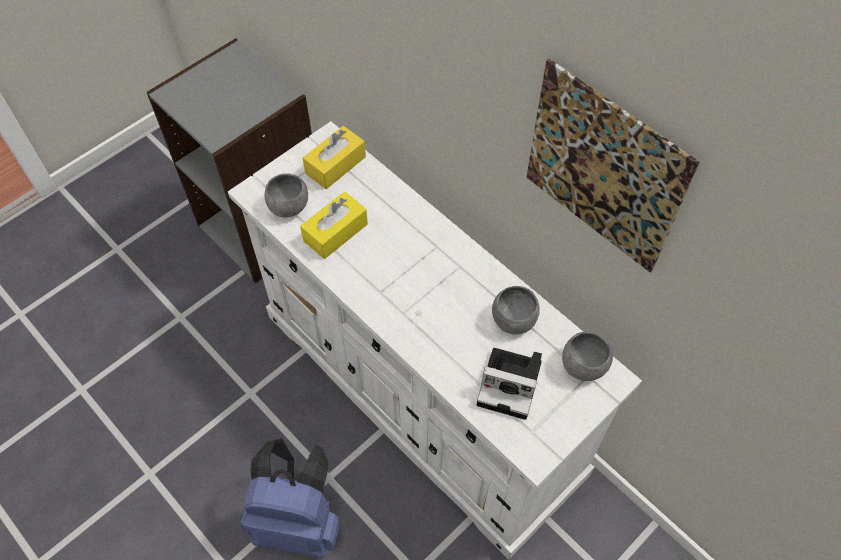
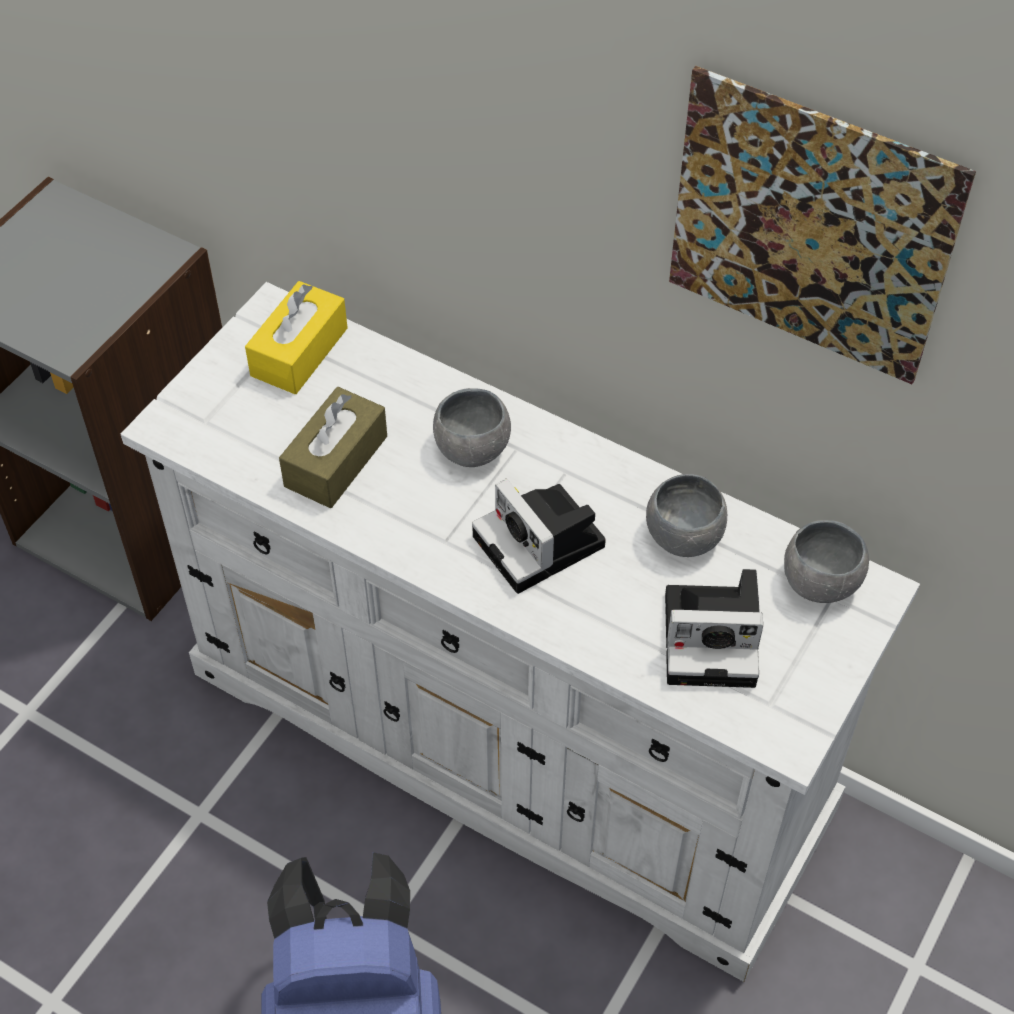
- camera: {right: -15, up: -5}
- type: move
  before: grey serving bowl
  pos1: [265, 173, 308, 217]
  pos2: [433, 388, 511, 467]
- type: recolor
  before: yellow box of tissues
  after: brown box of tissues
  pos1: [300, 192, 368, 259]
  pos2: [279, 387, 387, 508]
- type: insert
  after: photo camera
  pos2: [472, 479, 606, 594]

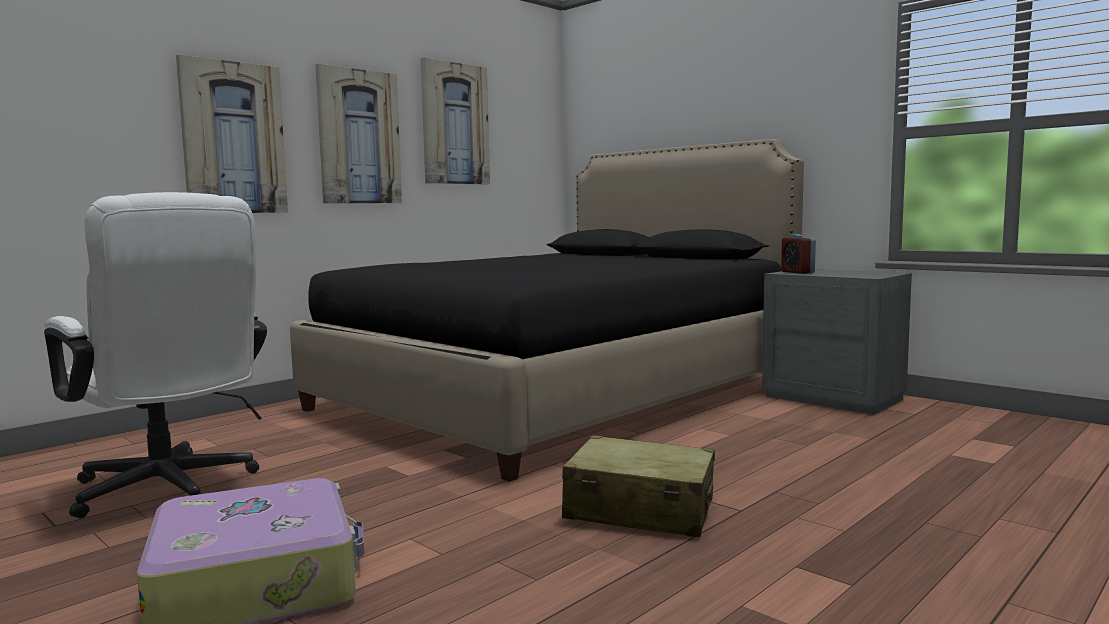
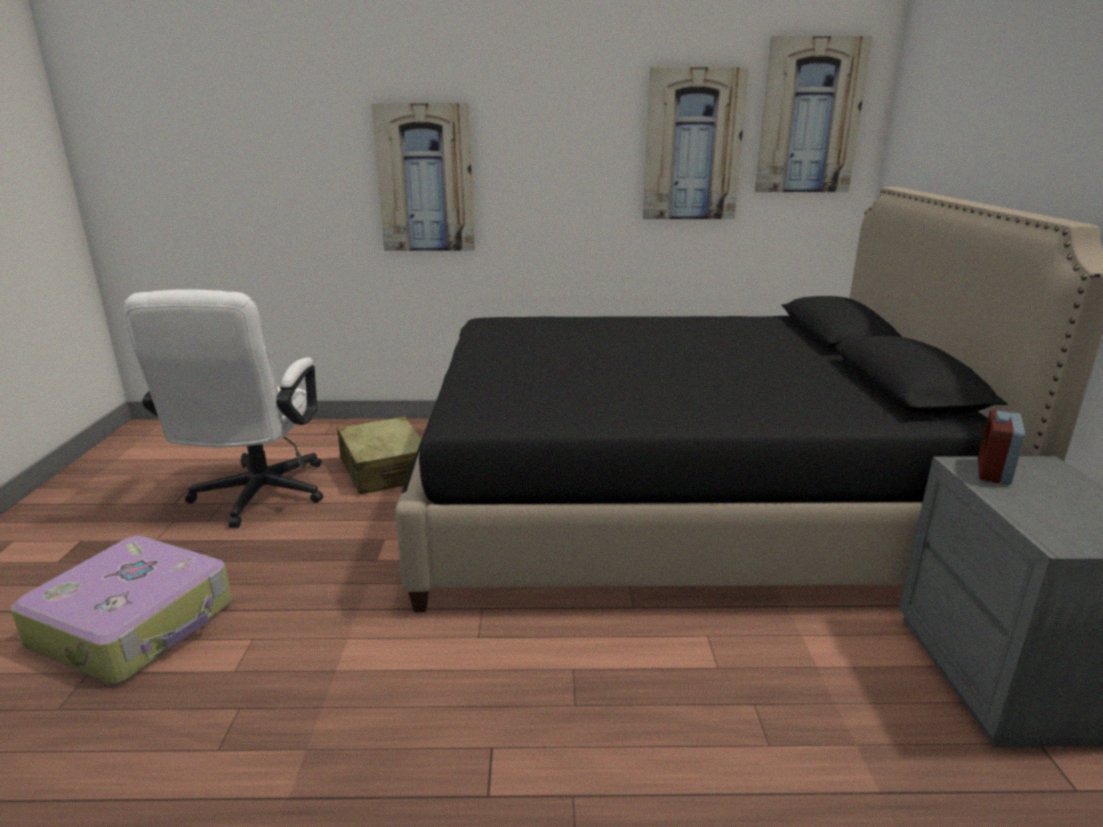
- camera: {right: 45, up: 15}
- type: move
  before: wall picture
  pos1: [315, 64, 402, 204]
  pos2: [755, 36, 872, 192]
- type: move
  before: sand-coloured suitcase
  pos1: [562, 435, 715, 537]
  pos2: [337, 416, 422, 495]

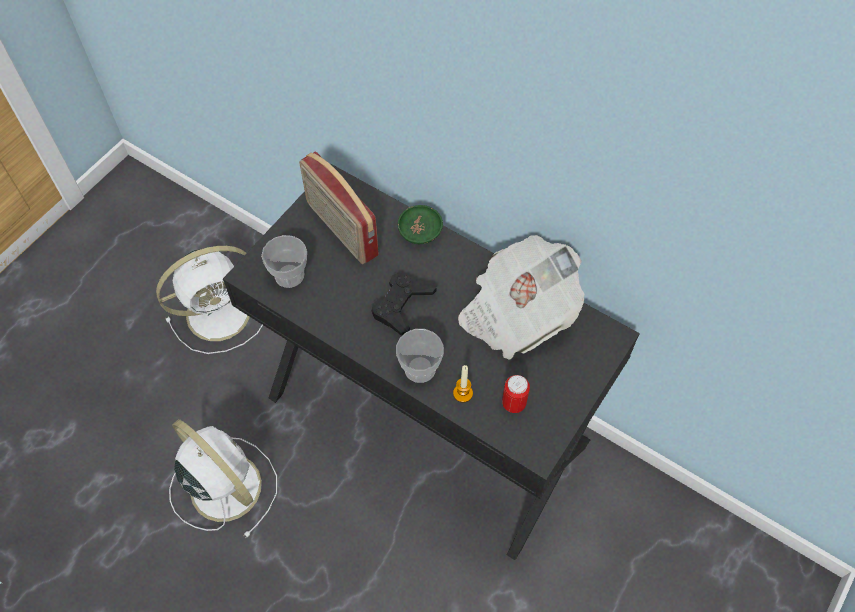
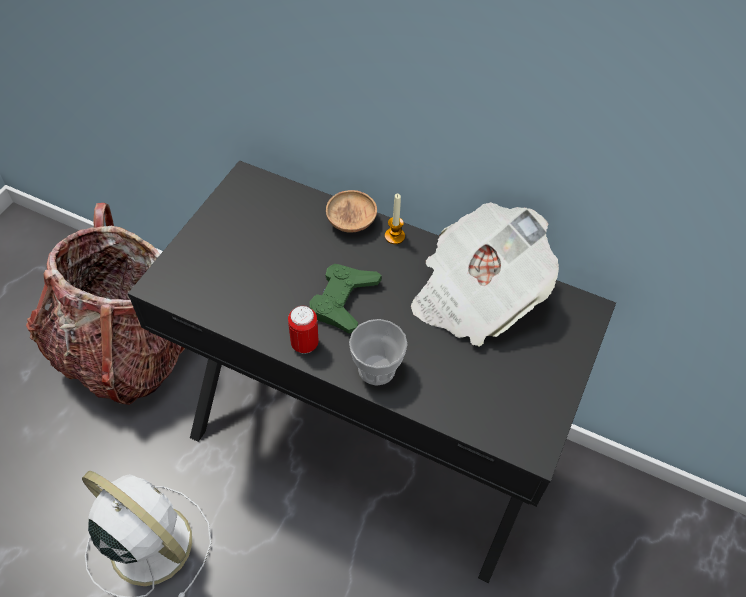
- camera: {right: -10, up: -5}
- type: replace
  before: white electric fan
  after: backpack
  pos1: [156, 246, 263, 354]
  pos2: [26, 203, 185, 405]
- type: delete
  before: cup
  pos1: [261, 235, 307, 288]
- type: delete
  before: radio
  pos1: [299, 151, 379, 264]
- type: recolor
  before: black-coloured gamepad
  after: green gamepad
  pos1: [371, 272, 437, 335]
  pos2: [309, 264, 382, 333]
- type: recolor
  before: green serving bowl
  after: brown serving bowl
  pos1: [398, 205, 443, 244]
  pos2: [326, 190, 377, 233]
- type: move
  before: wax light
  pos1: [453, 365, 473, 403]
  pos2: [385, 194, 405, 244]
- type: move
  before: sealed can
  pos1: [502, 375, 530, 413]
  pos2: [288, 305, 319, 354]

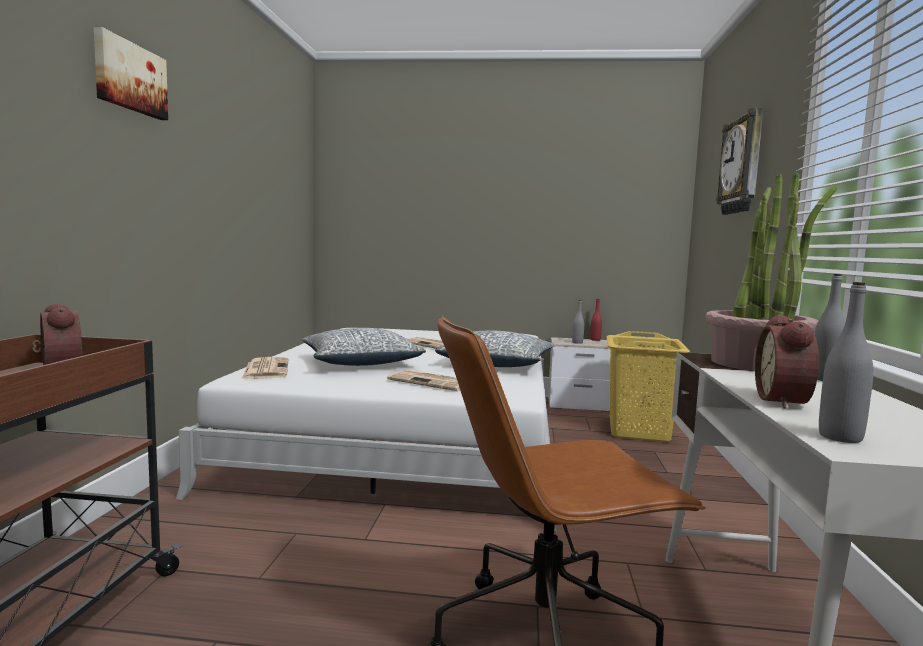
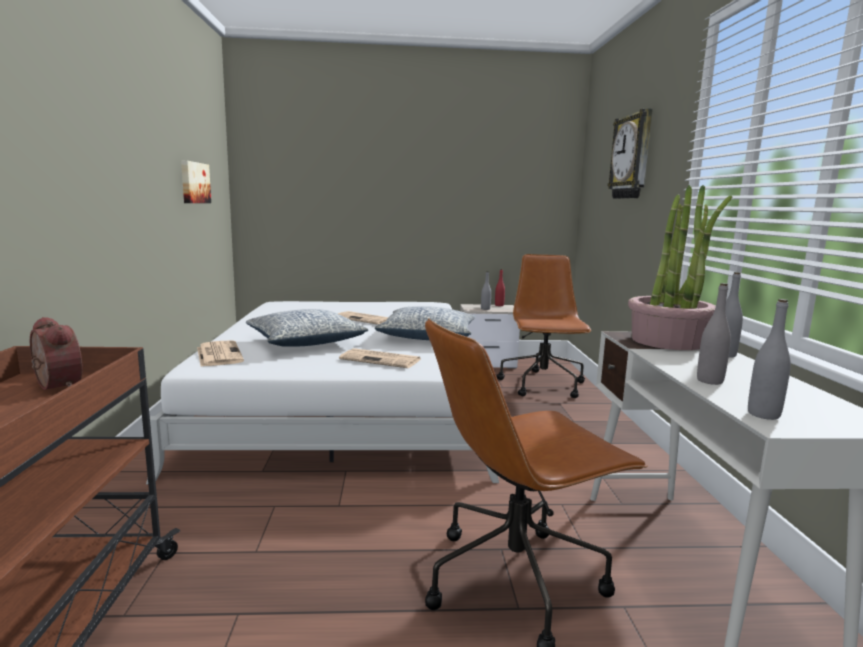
- camera: {right: -10, up: 5}
- type: move
  before: wall picture
  pos1: [94, 27, 168, 120]
  pos2: [181, 160, 211, 203]
- type: replace
  before: yellow washing basket
  after: brown desk chair
  pos1: [606, 331, 690, 442]
  pos2: [496, 254, 591, 398]
- type: replace
  before: alarm clock
  after: grey beverage bottle
  pos1: [755, 315, 819, 409]
  pos2: [697, 283, 731, 385]

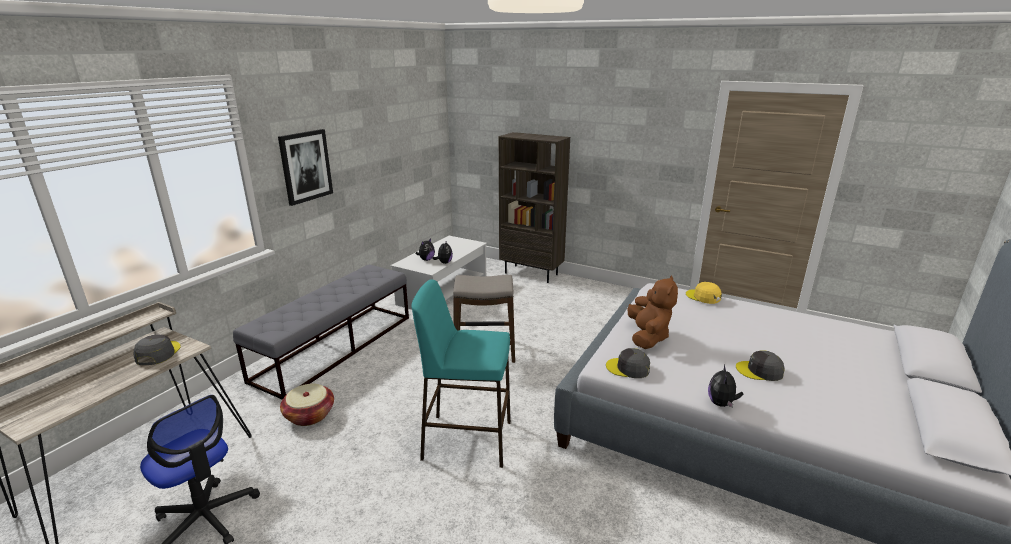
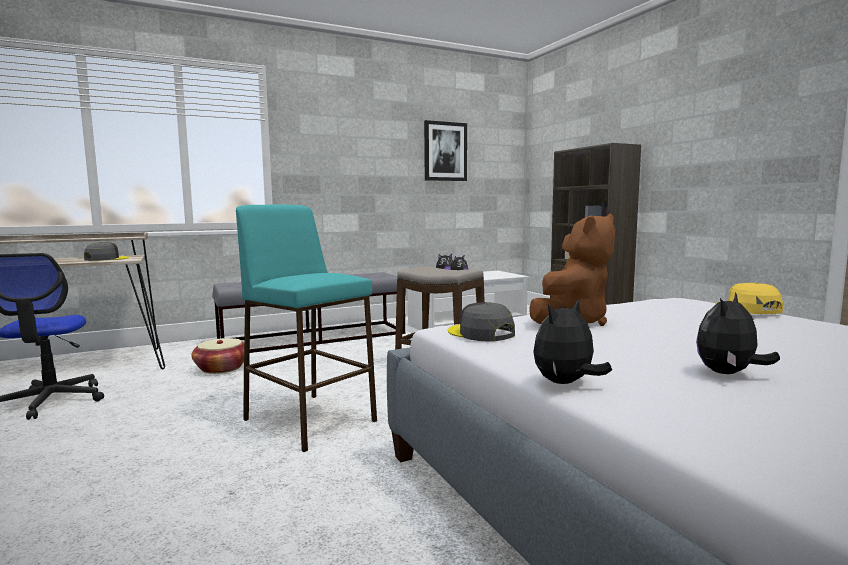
- camera: {right: 35, up: -15}
- type: move
  before: wall picture
  pos1: [278, 129, 333, 206]
  pos2: [424, 120, 467, 181]
- type: replace
  before: grey baseball cap
  after: cuddly toy
  pos1: [736, 350, 785, 381]
  pos2: [696, 292, 780, 374]

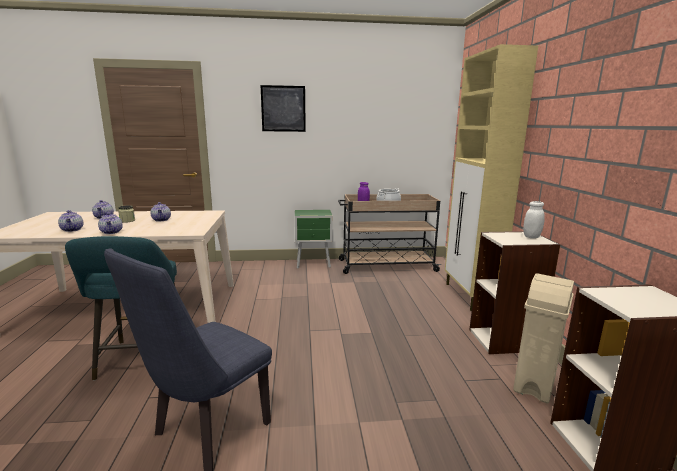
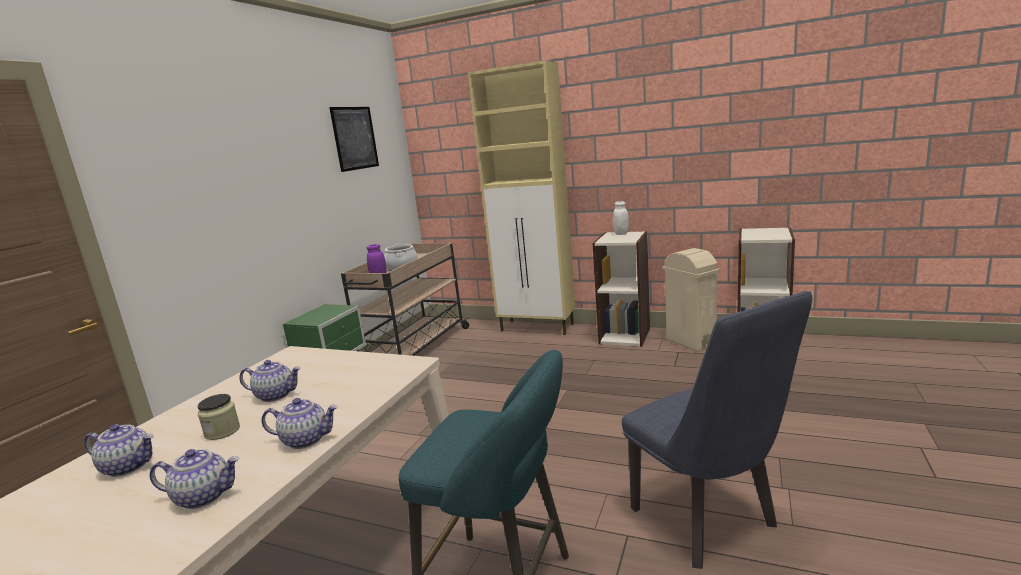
- camera: {right: -60, up: 0}
- type: move
  before: wall picture
  pos1: [261, 85, 306, 132]
  pos2: [329, 107, 379, 172]

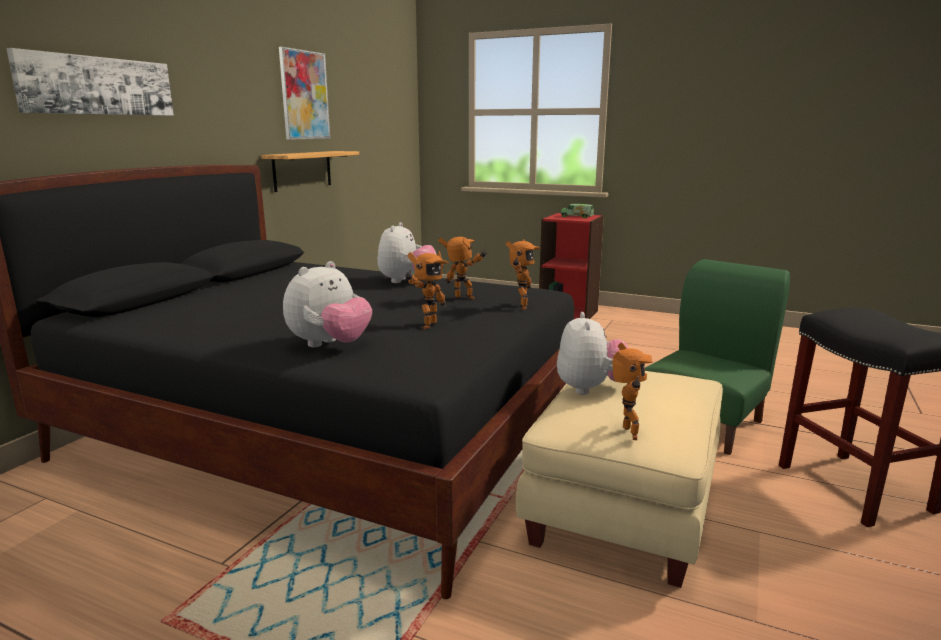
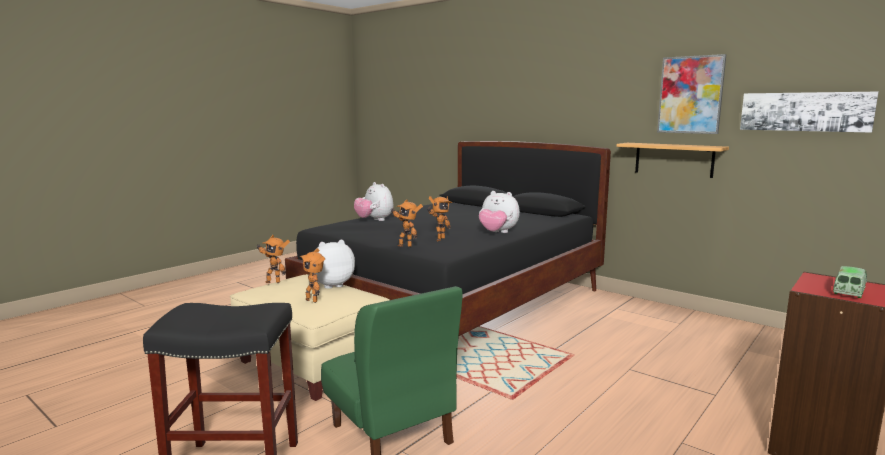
- camera: {right: 105, up: -5}
- type: move
  before: wall picture
  pos1: [6, 48, 174, 116]
  pos2: [740, 92, 879, 133]
- type: move
  before: toy robot
  pos1: [406, 251, 448, 329]
  pos2: [300, 248, 325, 303]
- type: rotate
  before: cuddly toy
  pos1: [557, 312, 628, 395]
  pos2: [315, 240, 355, 289]
  turn: 135

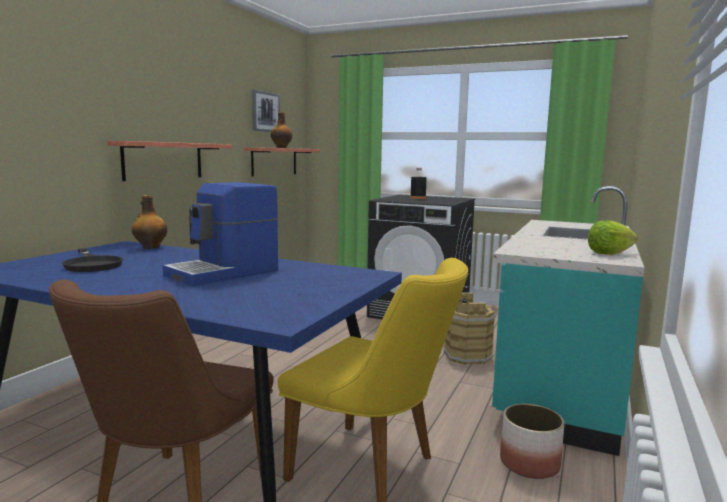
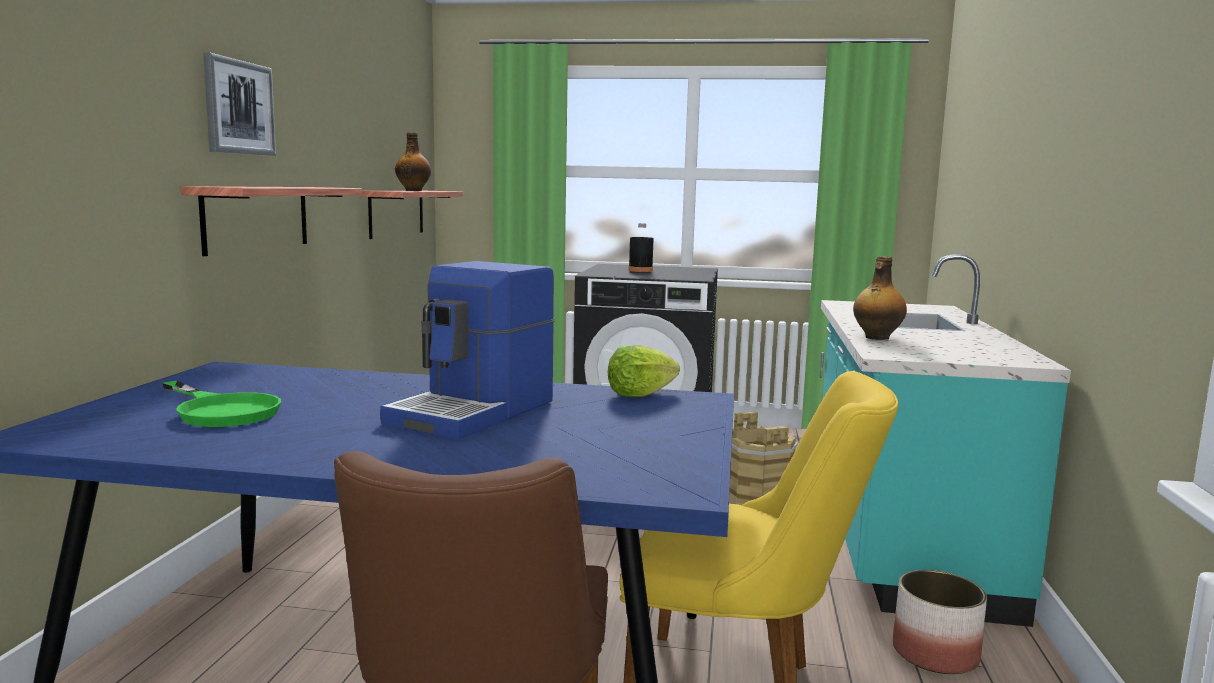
- camera: {right: -15, up: 0}
- type: recolor
  before: black-coloured skillet
  after: green skillet
  pos1: [62, 248, 123, 272]
  pos2: [162, 381, 281, 427]
- type: move
  before: beverage bottle
  pos1: [132, 195, 167, 249]
  pos2: [853, 256, 907, 340]
- type: move
  before: wall picture
  pos1: [252, 89, 280, 132]
  pos2: [203, 53, 276, 156]
- type: move
  before: lettuce
  pos1: [587, 221, 638, 255]
  pos2: [608, 345, 680, 397]

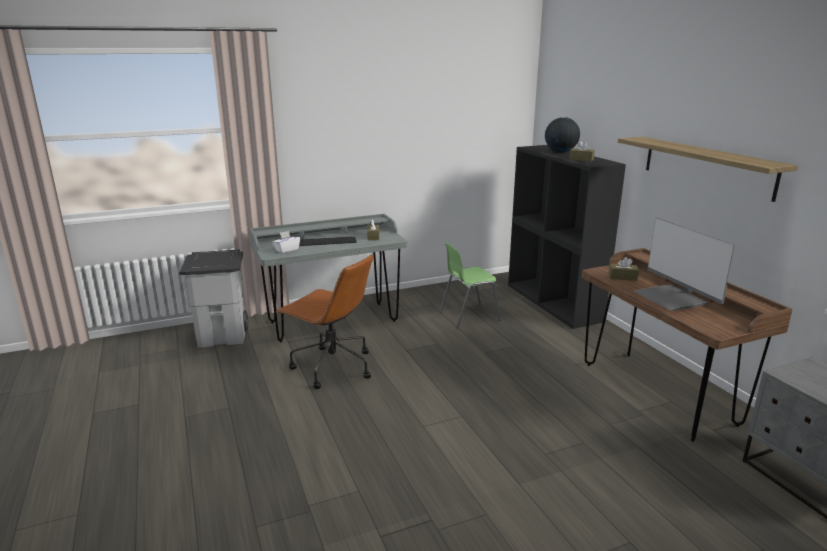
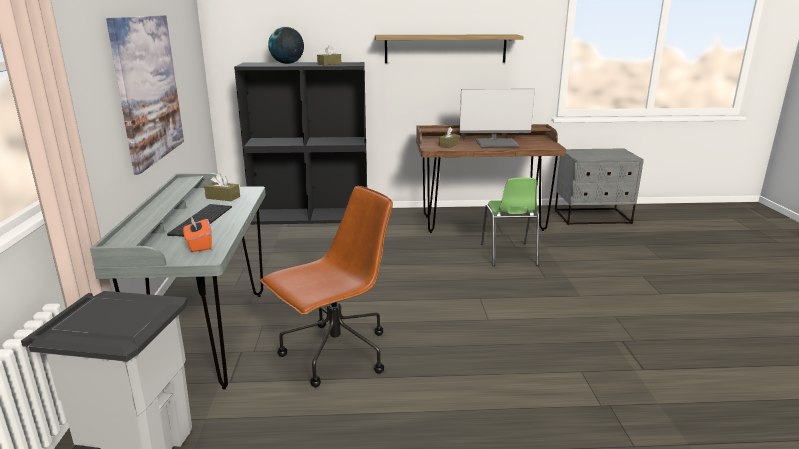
- camera: {right: -70, up: 0}
- type: recolor
  before: white box of tissues
  after: orange box of tissues
  pos1: [272, 231, 300, 253]
  pos2: [183, 216, 212, 252]
- type: move
  before: green chair
  pos1: [440, 243, 501, 328]
  pos2: [481, 178, 539, 266]
- type: insert
  after: wall picture
  pos2: [106, 15, 184, 175]

